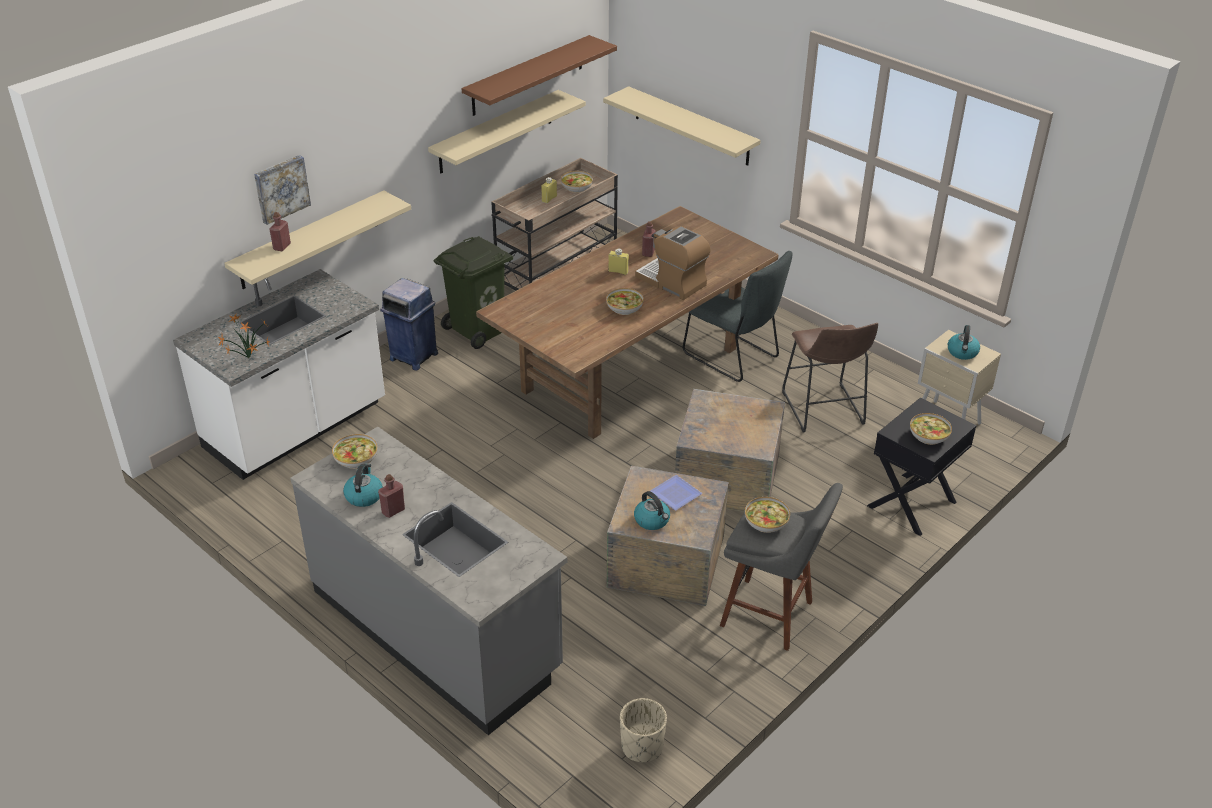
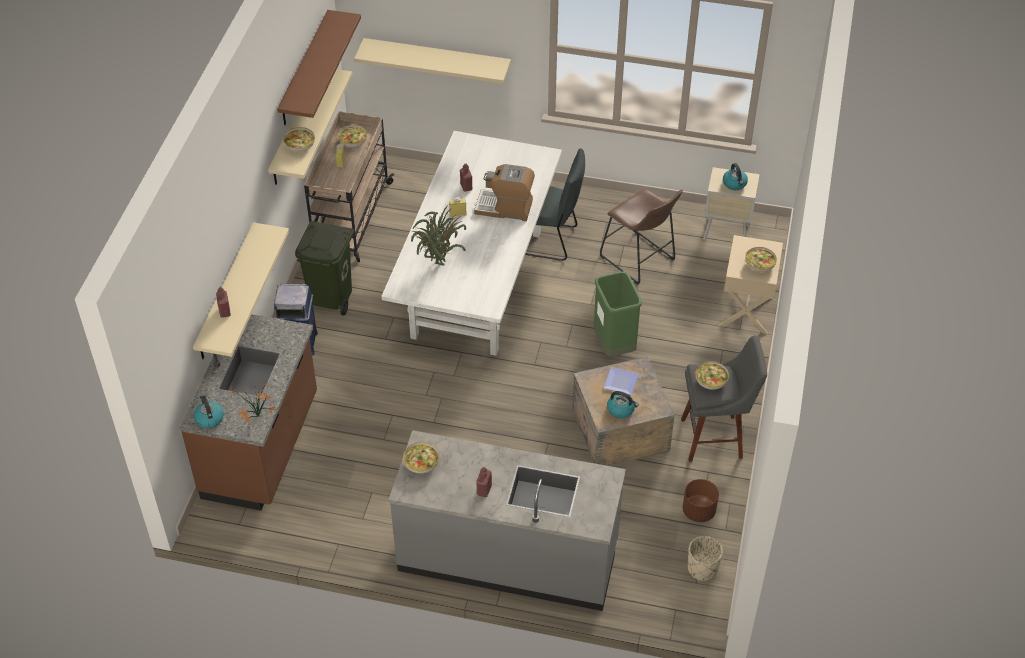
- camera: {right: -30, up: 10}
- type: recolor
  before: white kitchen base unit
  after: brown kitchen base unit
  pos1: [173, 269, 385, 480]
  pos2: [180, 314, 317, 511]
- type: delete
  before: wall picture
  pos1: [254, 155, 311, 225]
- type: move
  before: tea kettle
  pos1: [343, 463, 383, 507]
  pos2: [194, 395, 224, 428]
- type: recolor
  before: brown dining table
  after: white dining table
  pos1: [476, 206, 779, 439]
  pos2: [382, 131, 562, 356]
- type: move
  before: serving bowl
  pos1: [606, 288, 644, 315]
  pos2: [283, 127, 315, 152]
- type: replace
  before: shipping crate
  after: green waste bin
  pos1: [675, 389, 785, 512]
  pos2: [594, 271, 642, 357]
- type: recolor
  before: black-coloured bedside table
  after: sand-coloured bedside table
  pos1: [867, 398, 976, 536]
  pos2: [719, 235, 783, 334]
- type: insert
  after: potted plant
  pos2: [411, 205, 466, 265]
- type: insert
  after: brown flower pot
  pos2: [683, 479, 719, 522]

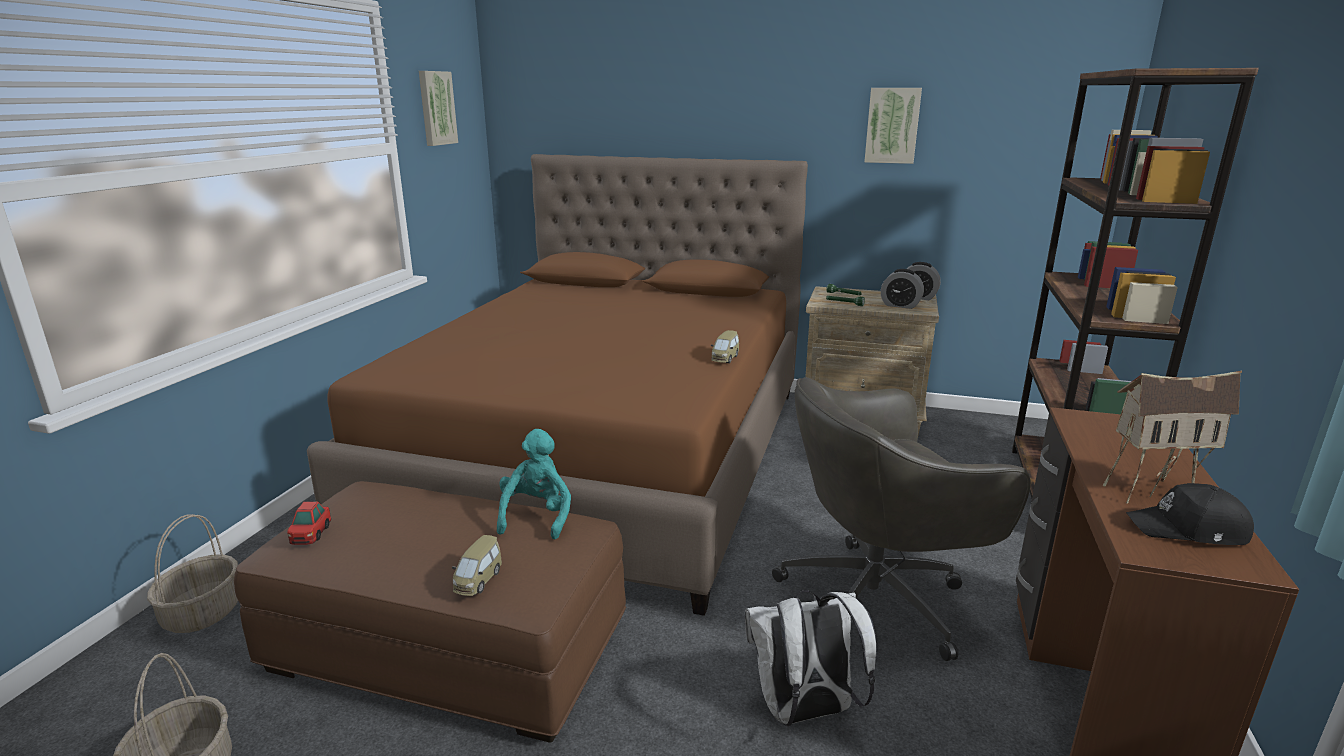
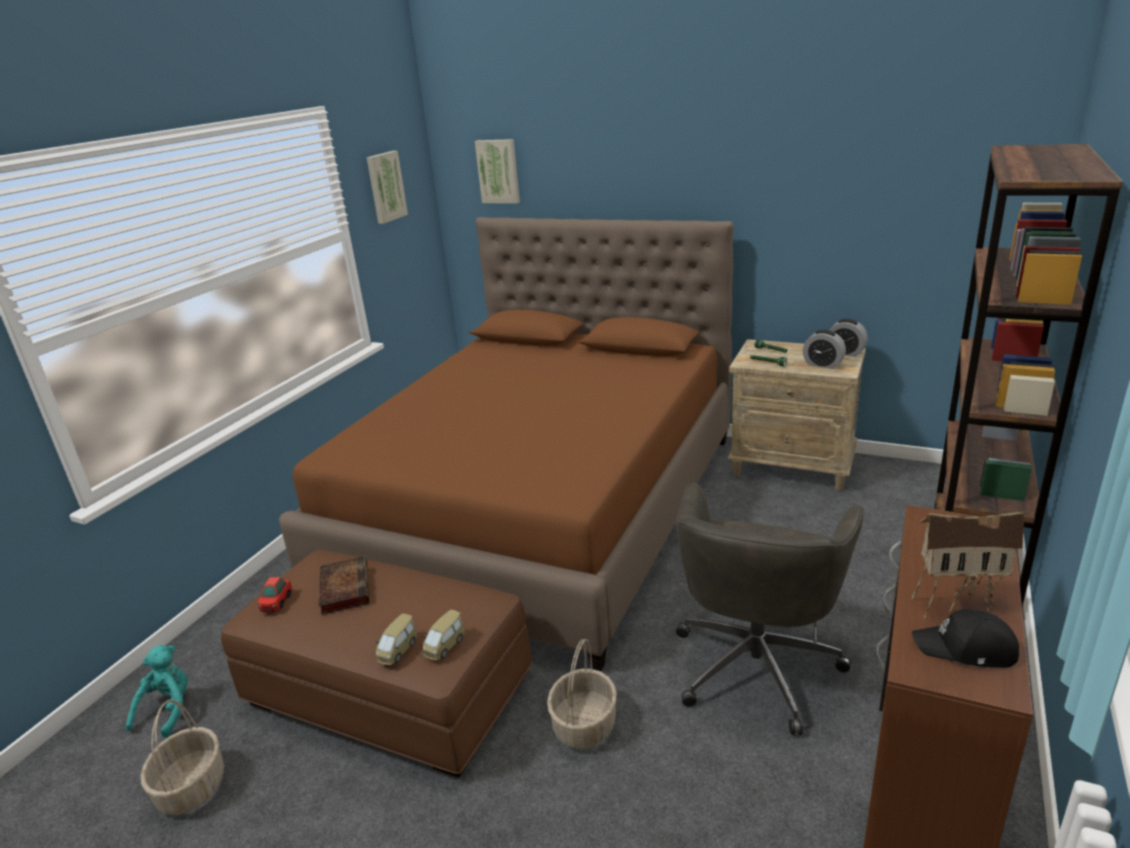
- camera: {right: 10, up: 5}
- type: move
  before: storage basket
  pos1: [147, 514, 238, 633]
  pos2: [547, 639, 617, 749]
- type: move
  before: blue-green cuddly toy
  pos1: [497, 429, 571, 540]
  pos2: [126, 645, 188, 738]
- type: move
  before: miniature car
  pos1: [711, 330, 739, 363]
  pos2: [423, 610, 465, 660]
- type: delete
  before: white backpack
  pos1: [745, 591, 877, 726]
- type: rotate
  before: grey desk chair
  pos1: [772, 377, 1031, 661]
  pos2: [676, 483, 864, 735]
  turn: -60
- type: move
  before: wall picture
  pos1: [864, 88, 922, 164]
  pos2: [475, 139, 520, 204]
- type: insert
  after: volume
  pos2: [319, 556, 369, 615]

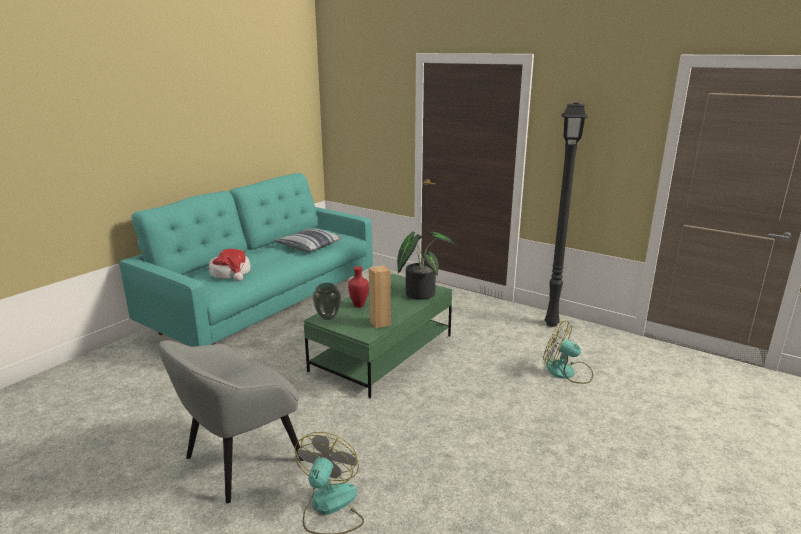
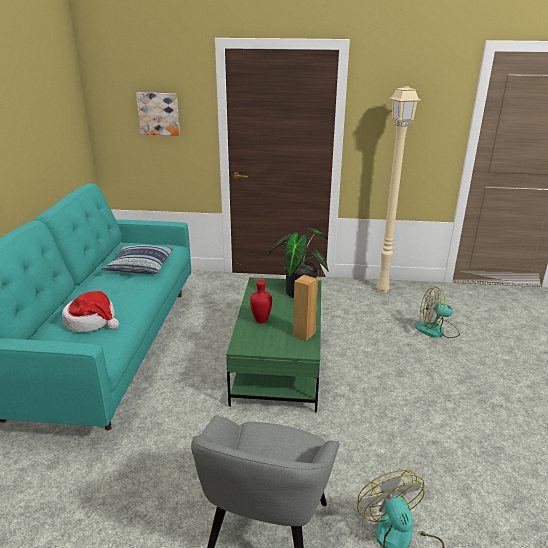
- camera: {right: -30, up: 5}
- type: delete
  before: decorative vase
  pos1: [313, 283, 341, 320]
- type: recolor
  before: black-coloured standing lamp
  after: sand-coloured standing lamp
  pos1: [545, 102, 588, 327]
  pos2: [376, 86, 421, 293]
- type: insert
  after: wall picture
  pos2: [136, 93, 180, 136]

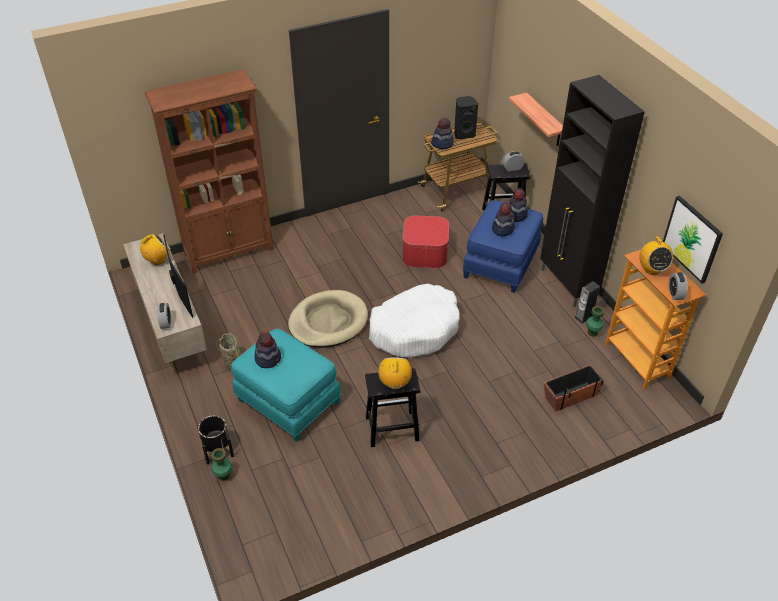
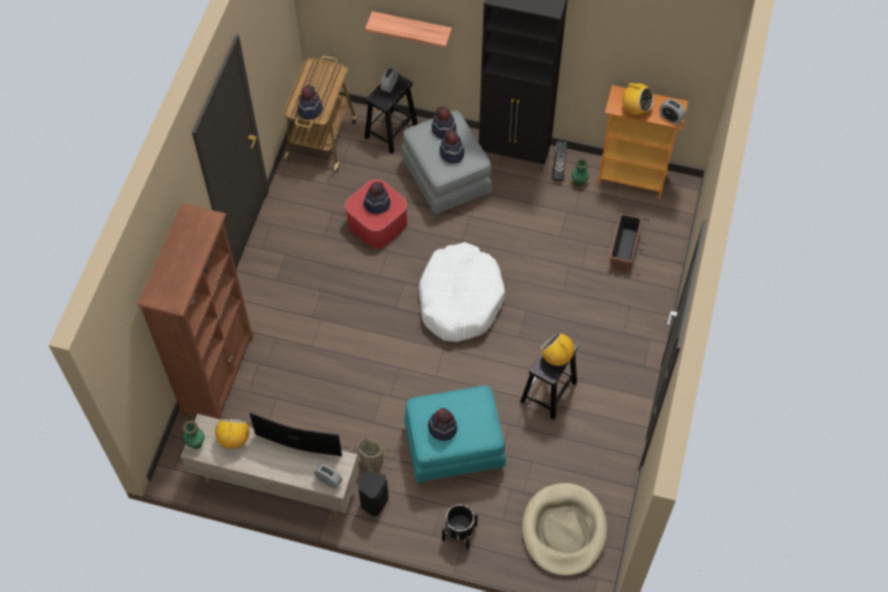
- camera: {right: -50, up: 15}
- type: move
  before: green decorative vase
  pos1: [211, 448, 232, 481]
  pos2: [183, 421, 205, 449]
- type: move
  before: sand-coloured dog cushion
  pos1: [288, 290, 368, 348]
  pos2: [522, 483, 607, 576]
- type: move
  before: black-coloured loudspeaker
  pos1: [454, 96, 478, 139]
  pos2: [358, 470, 389, 517]
- type: recolor
  before: blue-coloured ottoman
  after: grey ottoman
  pos1: [463, 200, 543, 293]
  pos2: [401, 111, 492, 219]
- type: delete
  before: wall picture
  pos1: [663, 196, 723, 284]
- type: insert
  after: wearable hat
  pos2: [363, 182, 391, 214]

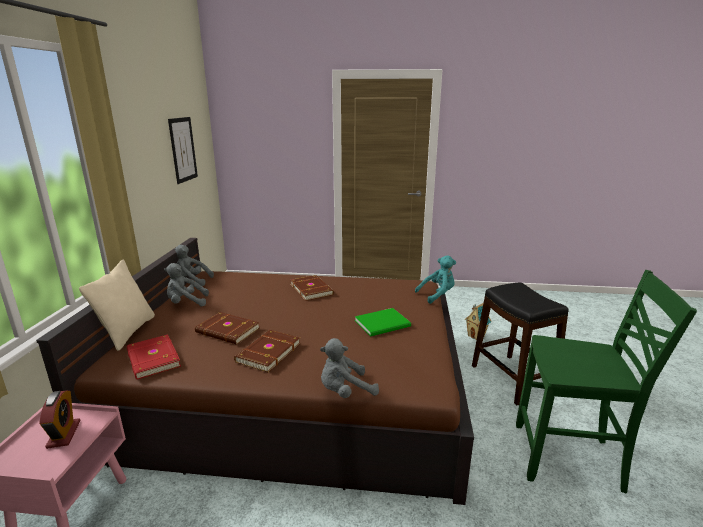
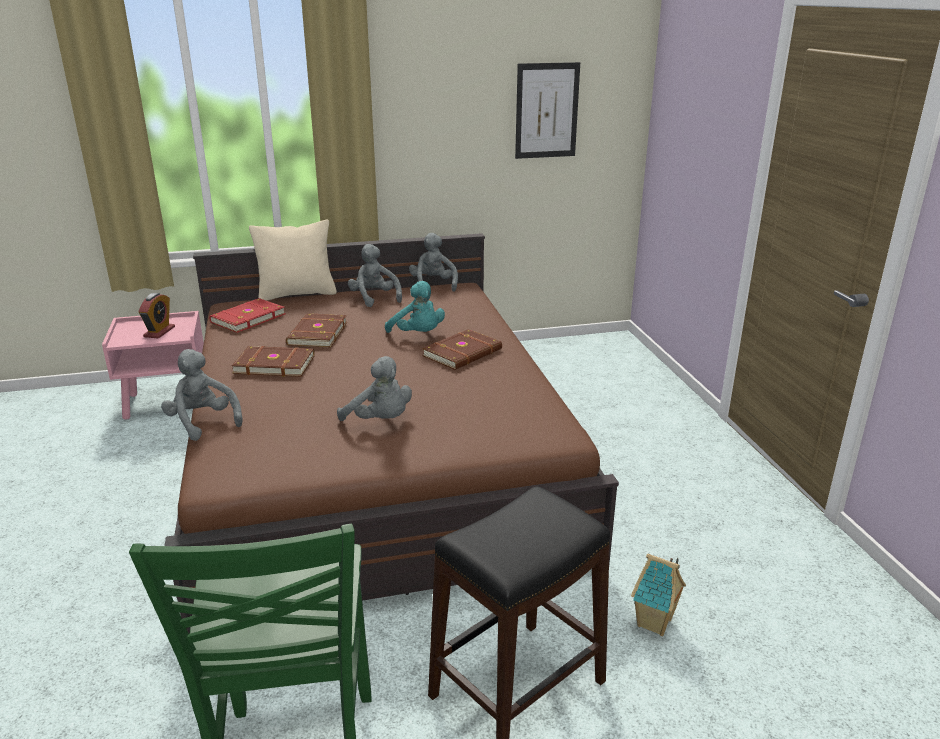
- camera: {right: 70, up: 5}
- type: rotate
  before: alarm clock
  pos1: [40, 390, 81, 449]
  pos2: [139, 293, 175, 339]
  turn: -45
- type: replace
  before: green volume
  after: grey cuddly toy
  pos1: [355, 308, 411, 336]
  pos2: [337, 356, 412, 421]
- type: move
  before: blue-green cuddly toy
  pos1: [415, 255, 456, 304]
  pos2: [385, 281, 445, 333]

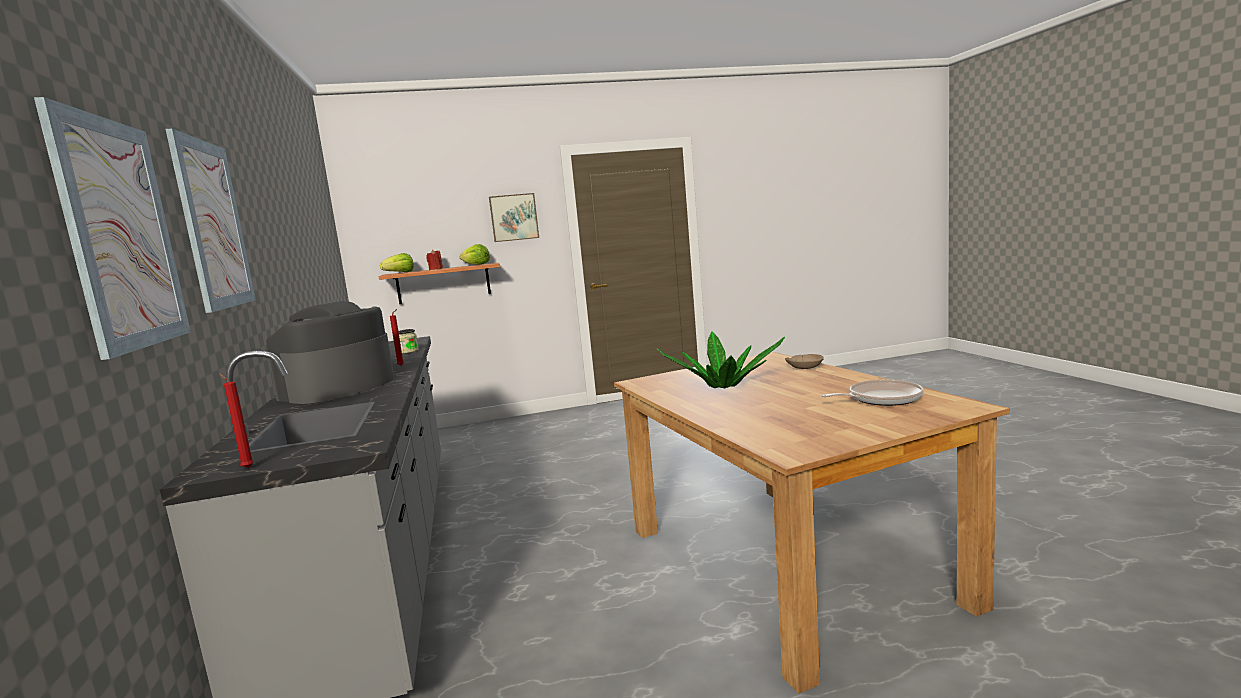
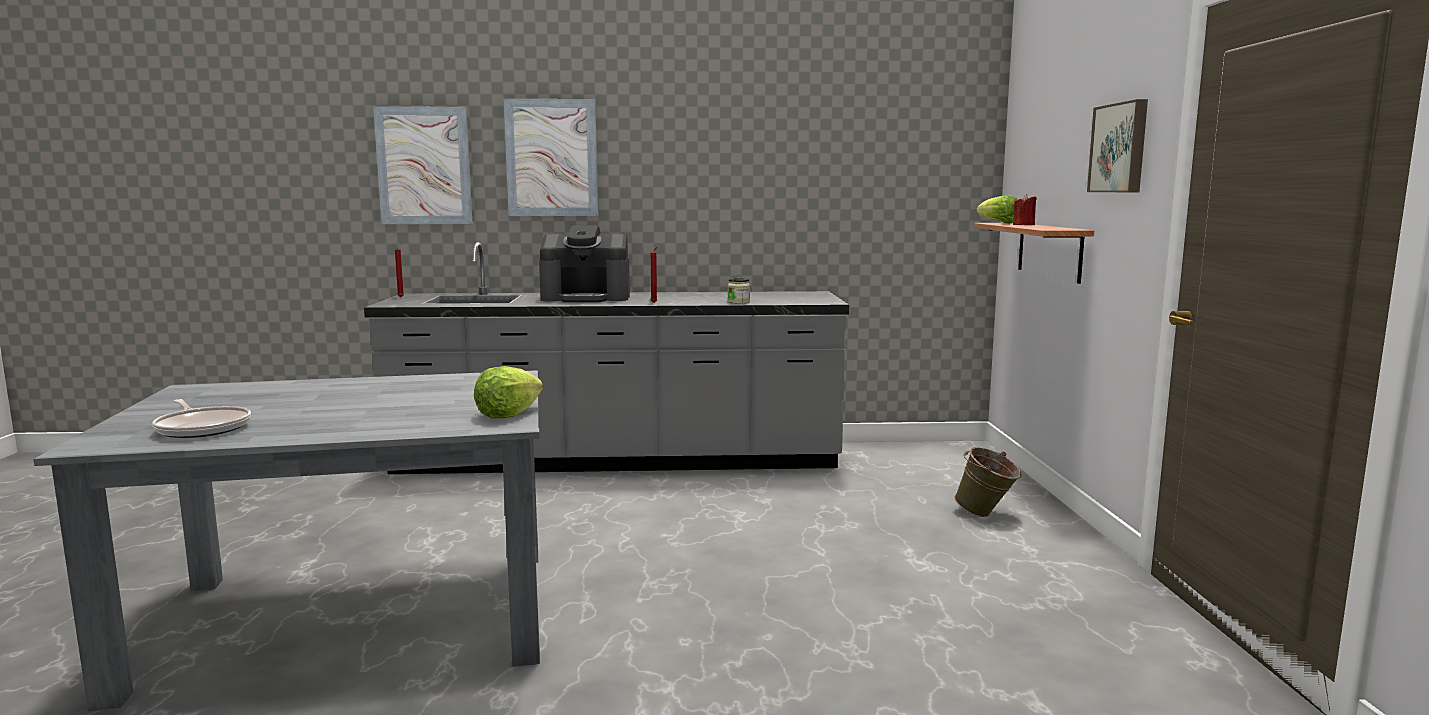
- camera: {right: 100, up: 0}
- type: rotate
  before: coffee brewer
  pos1: [266, 301, 394, 404]
  pos2: [539, 225, 630, 302]
  turn: 135
- type: move
  before: lettuce
  pos1: [460, 244, 490, 265]
  pos2: [474, 366, 543, 419]
- type: recolor
  before: brown dining table
  after: grey dining table
  pos1: [614, 352, 1010, 693]
  pos2: [33, 370, 540, 711]
- type: delete
  before: potted plant
  pos1: [657, 331, 785, 388]
- type: delete
  before: sand-coloured serving bowl
  pos1: [785, 354, 824, 369]
- type: rotate
  before: skillet
  pos1: [821, 380, 924, 406]
  pos2: [152, 399, 251, 438]
  turn: -45
- type: insert
  after: green pail
  pos2: [954, 447, 1022, 517]

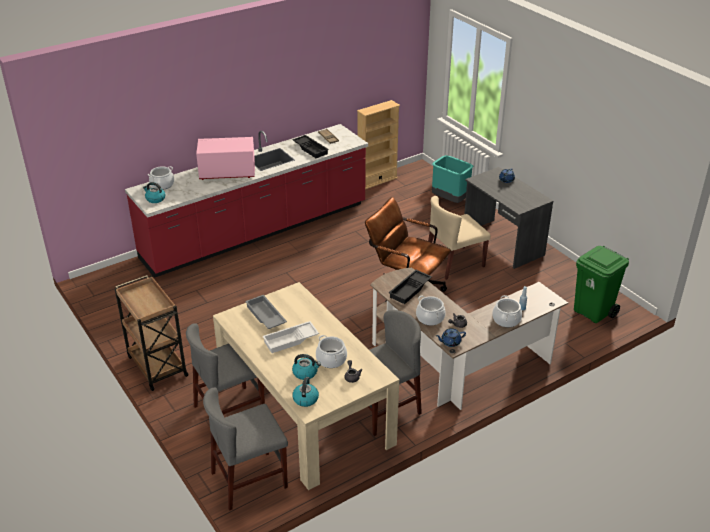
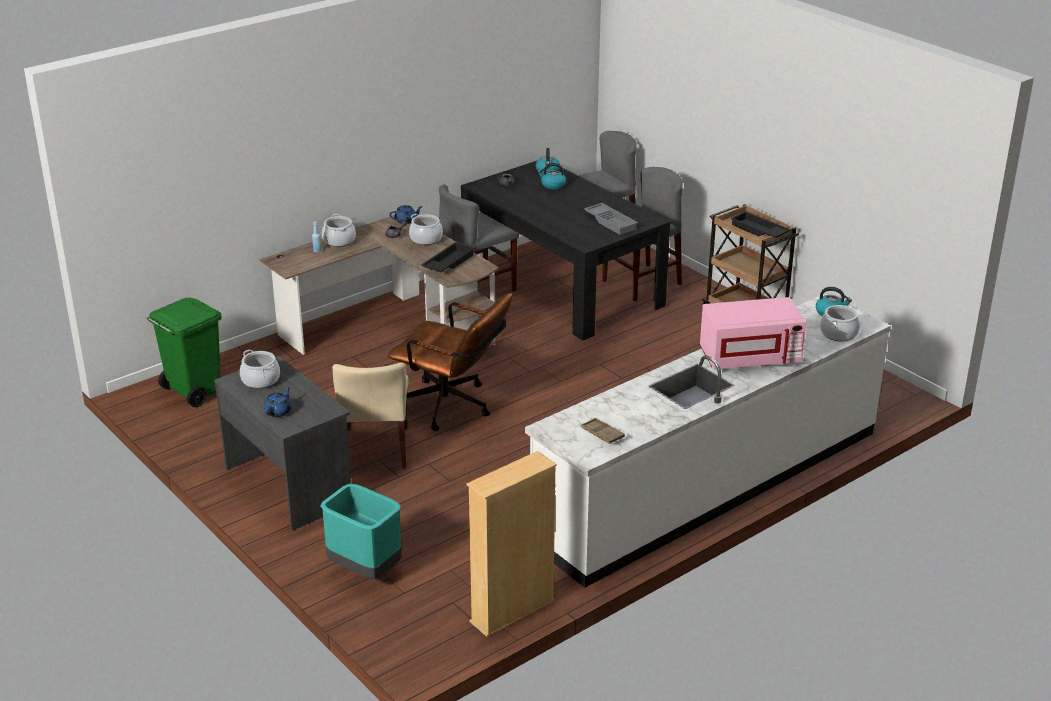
- camera: {right: 175, up: -5}
- type: recolor
  before: reddish kitchen base unit
  after: white kitchen base unit
  pos1: [125, 124, 368, 278]
  pos2: [525, 293, 891, 588]
- type: recolor
  before: sand-coloured dining table
  after: black-coloured dining table
  pos1: [213, 282, 399, 490]
  pos2: [461, 161, 670, 340]
- type: delete
  before: white tray
  pos1: [262, 321, 319, 353]
- type: move
  before: black-coloured tray
  pos1: [292, 135, 329, 158]
  pos2: [731, 211, 791, 238]
- type: move
  before: cooking pot
  pos1: [316, 335, 347, 368]
  pos2: [240, 350, 280, 389]
- type: rotate
  before: sand-coloured chair
  pos1: [428, 196, 491, 280]
  pos2: [332, 362, 409, 469]
  turn: 120

